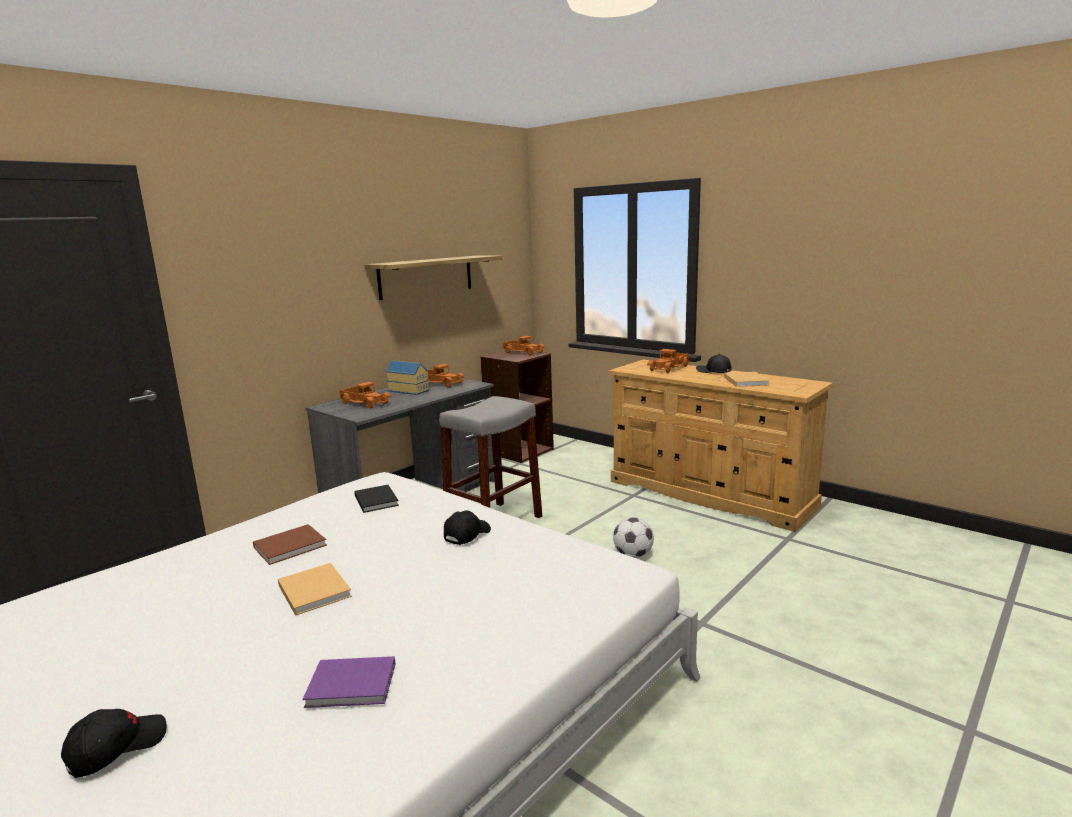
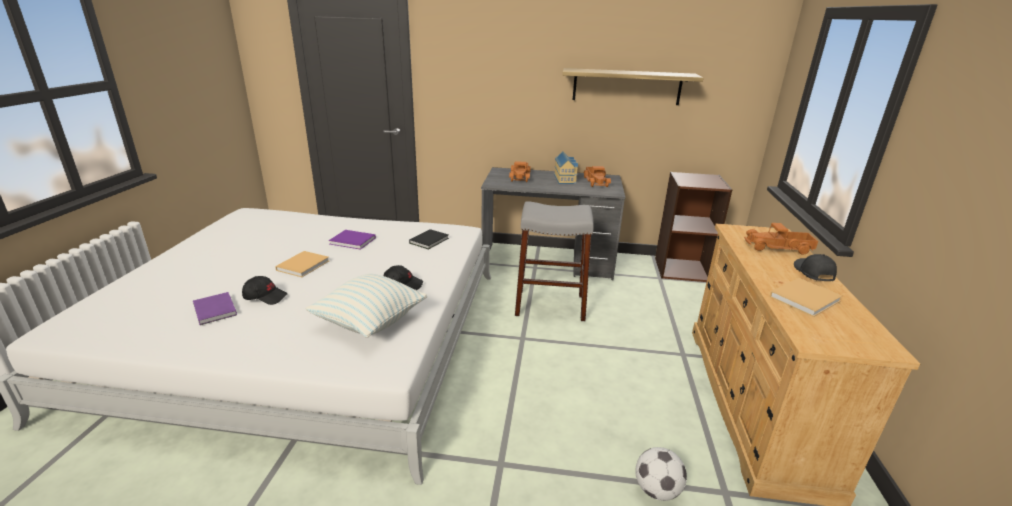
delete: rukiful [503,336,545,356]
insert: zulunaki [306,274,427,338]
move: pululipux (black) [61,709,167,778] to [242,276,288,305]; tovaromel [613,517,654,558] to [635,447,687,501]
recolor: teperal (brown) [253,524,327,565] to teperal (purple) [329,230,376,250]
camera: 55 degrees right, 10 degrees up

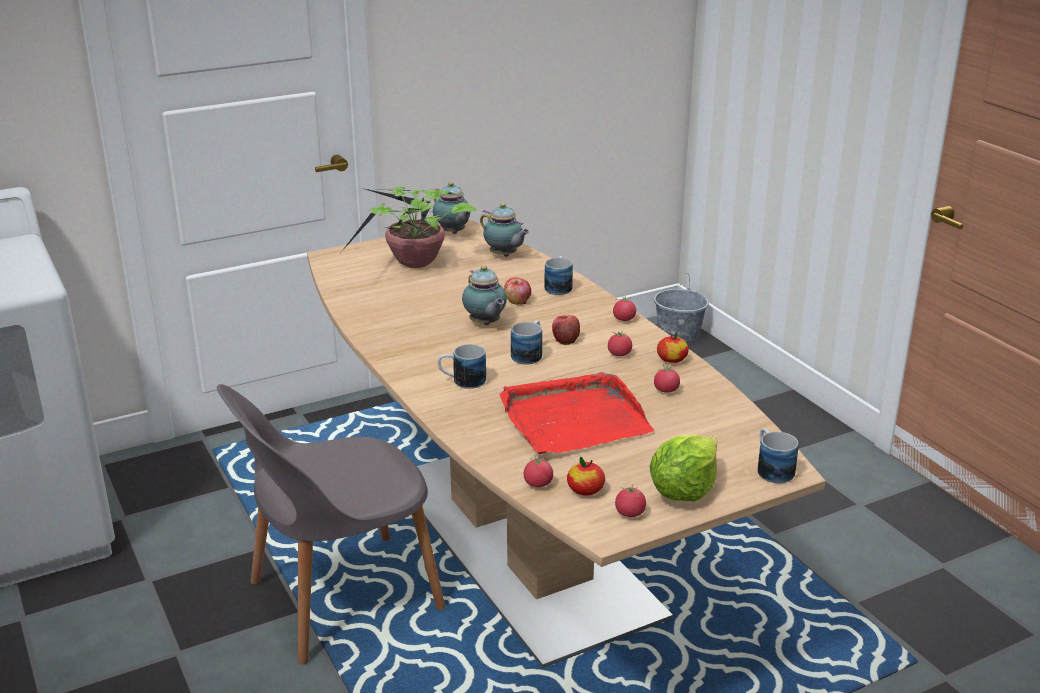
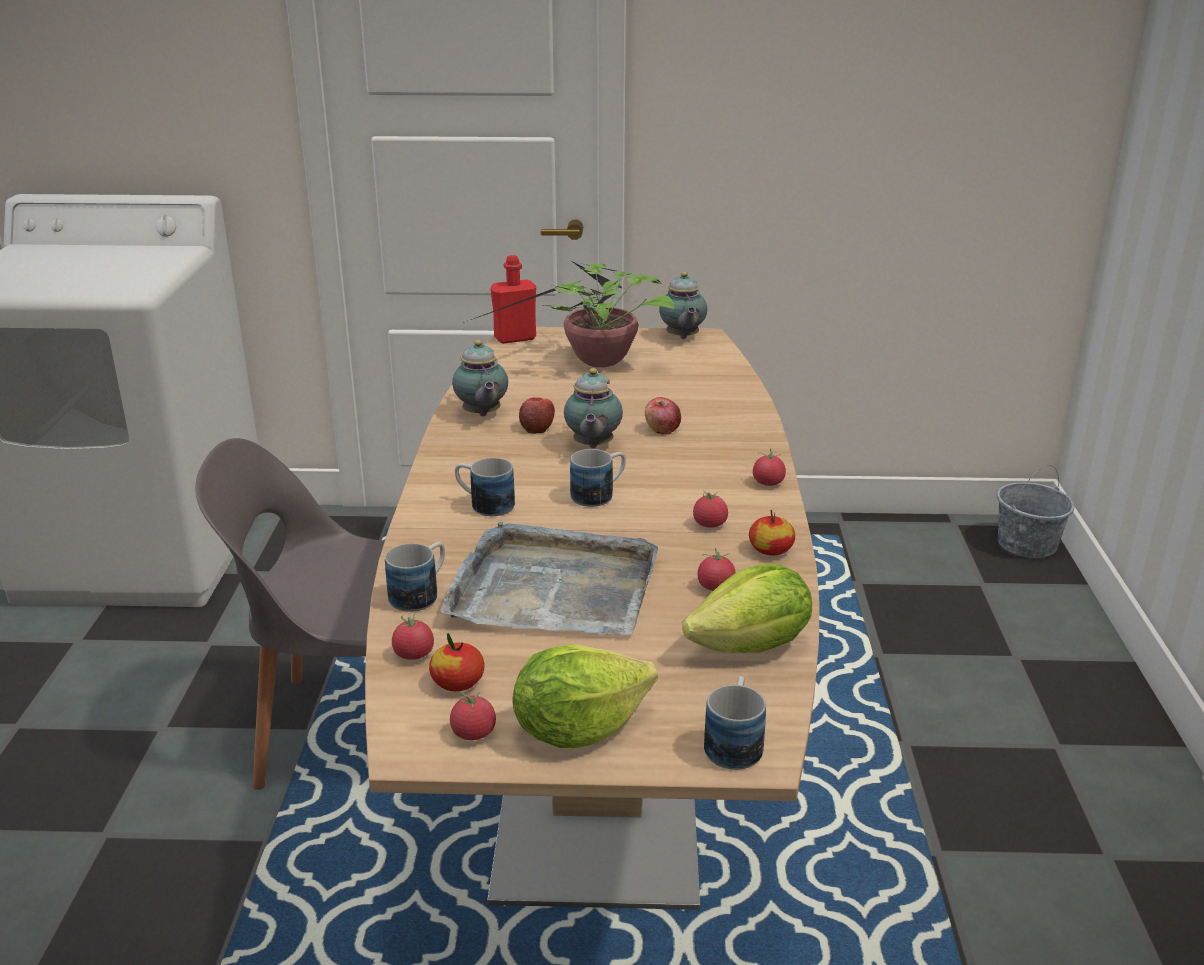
insert: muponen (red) [490,255,536,344]; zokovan [682,564,812,653]
move: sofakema [480,203,530,257] to [452,340,508,416]; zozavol [544,256,573,295] to [385,542,445,612]; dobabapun [552,315,580,345] to [519,397,555,434]
recolor: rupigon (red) [499,372,654,454] to rupigon (grey) [440,521,658,636]
camera: 30 degrees right, 0 degrees up

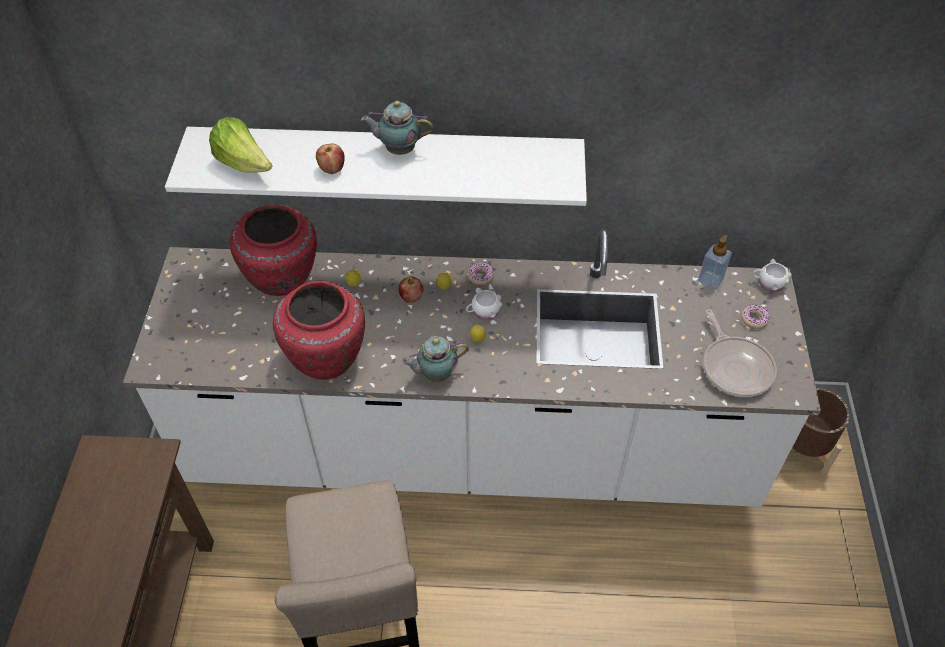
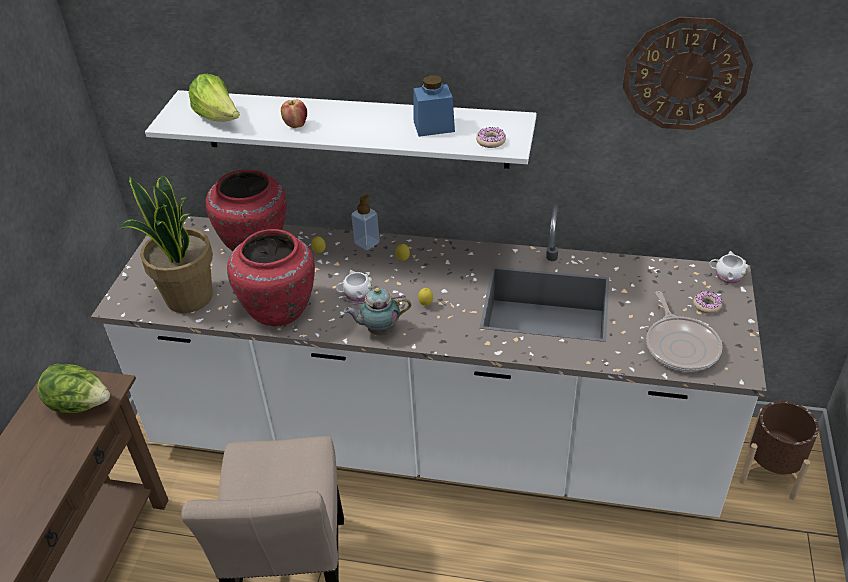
delete: sofakema [361,101,433,155]; dobabapun [398,276,424,303]
insert: zokovan [37,364,110,413]; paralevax [119,176,213,313]; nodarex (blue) [413,75,455,137]; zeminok [623,17,753,130]
move: zozavol (white) [466,288,503,320] to [336,270,373,301]; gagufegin [467,263,494,285] to [476,127,506,148]; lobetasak [698,235,732,290] to [351,194,380,250]
camera: 10 degrees right, 10 degrees down

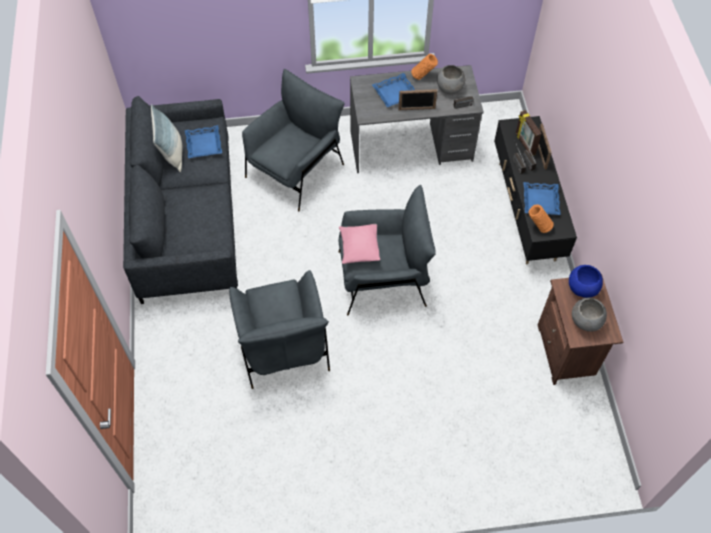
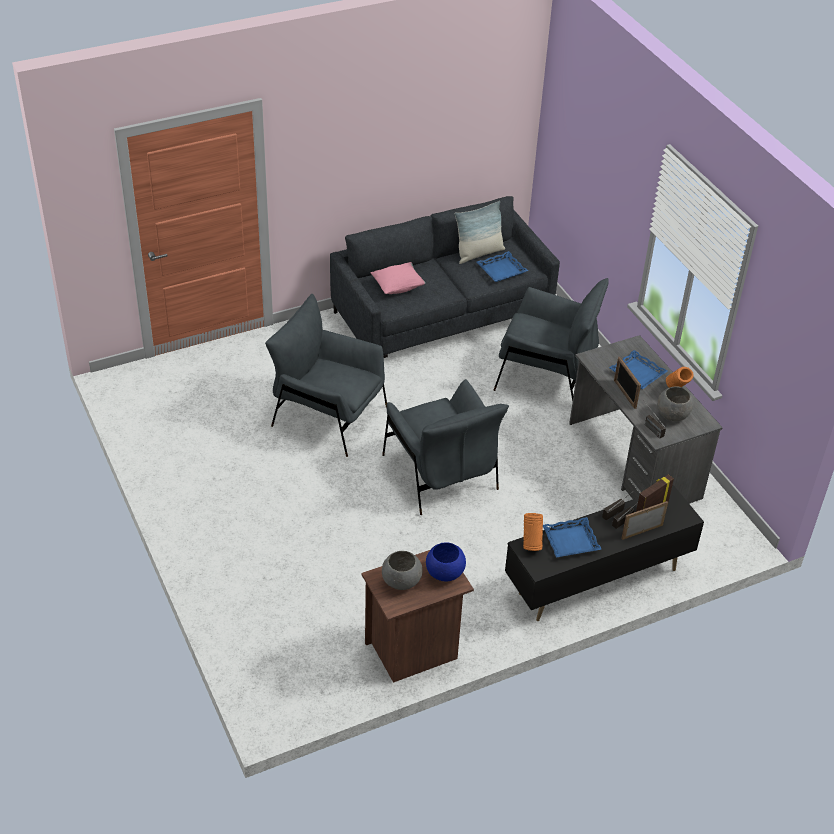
move: zulunaki (pink) [339,223,380,264] to [371,262,426,294]
rotate: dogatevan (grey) [229,270,330,389] = [265,294,387,457] 60 degrees clockwise
camera: 70 degrees right, 15 degrees down

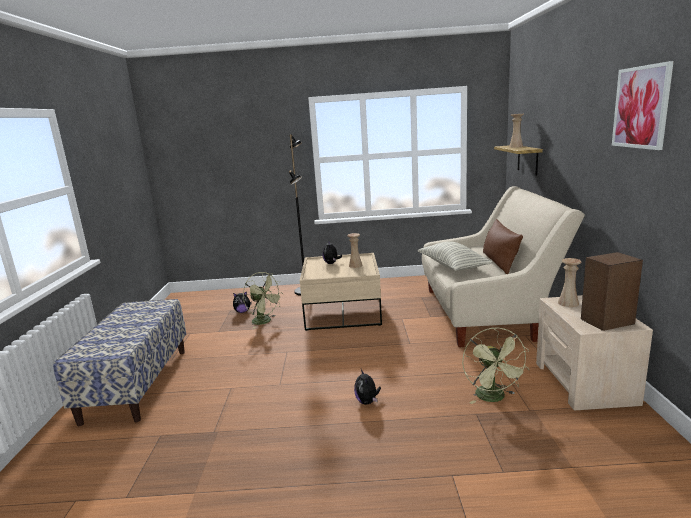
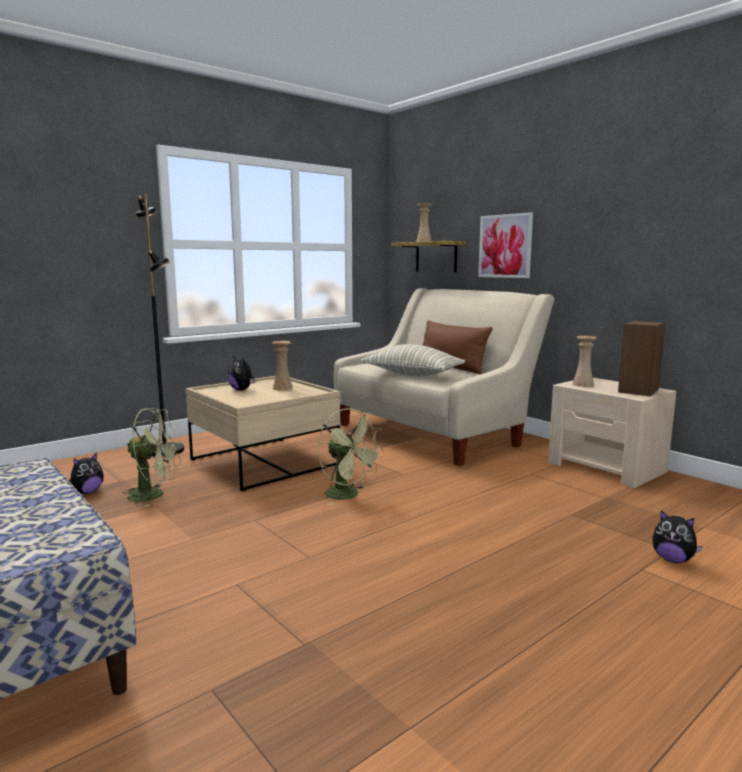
move: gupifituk [354,369,381,404] to [653,510,703,563]; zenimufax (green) [462,327,529,404] to [318,408,384,505]; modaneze [612,61,674,150] to [478,212,533,278]
camera: 40 degrees left, 5 degrees down

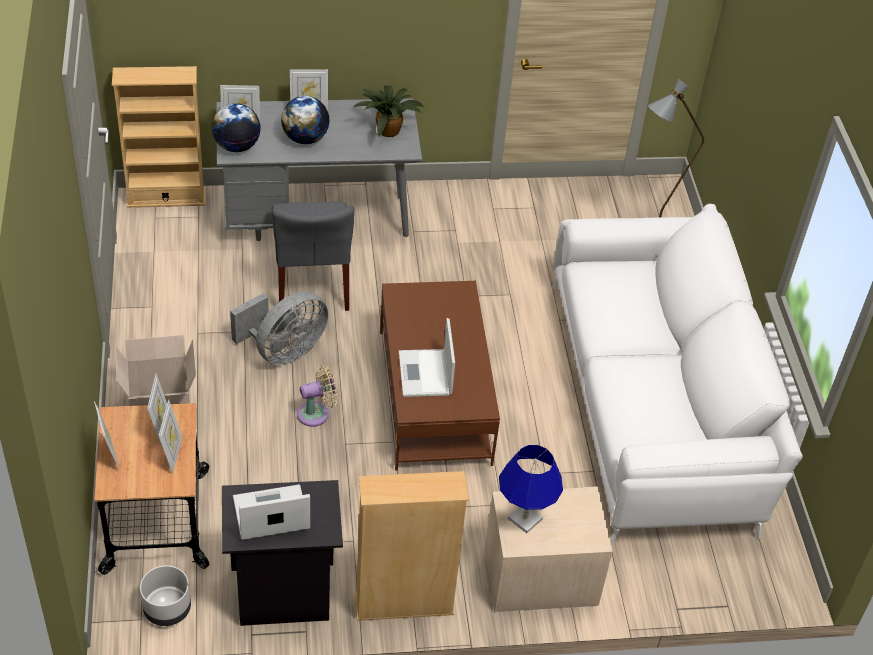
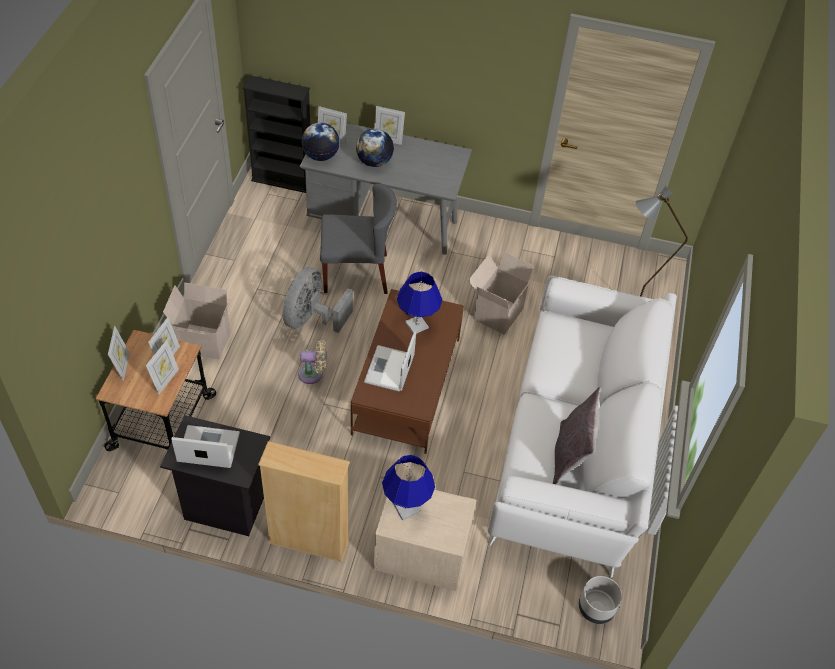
delete: paralevax [353,84,424,137]
insert: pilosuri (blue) [397,272,442,334]; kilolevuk [468,251,536,335]; zulunaki (grey) [553,387,601,484]
move: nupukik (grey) [140,565,191,626] to [579,576,622,624]
recolor: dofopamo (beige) [112,66,205,208] to dofopamo (black) [242,75,310,193]
rotate: zenimufax (grey) [230,291,328,365] = [283,267,353,333] 135 degrees clockwise; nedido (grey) [272,201,354,311] = [320,183,397,294] 105 degrees counterclockwise
camera: 20 degrees right, 5 degrees up

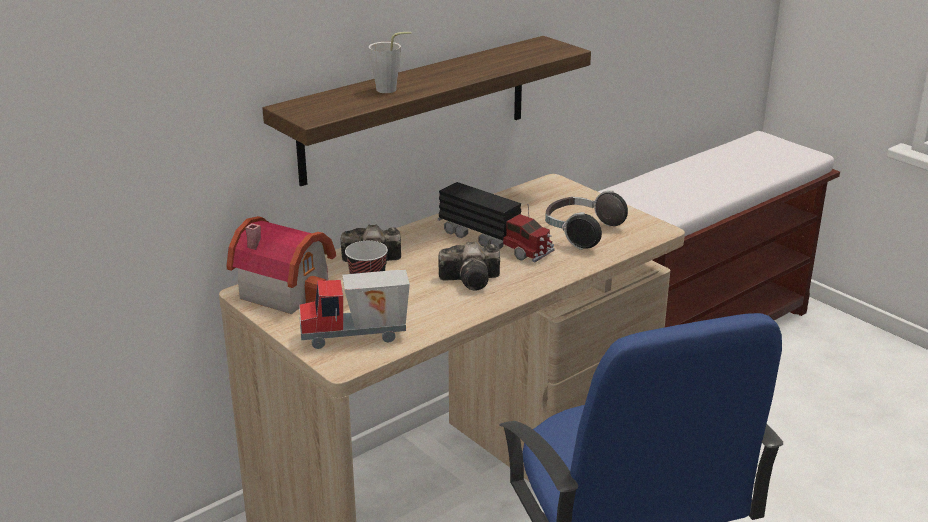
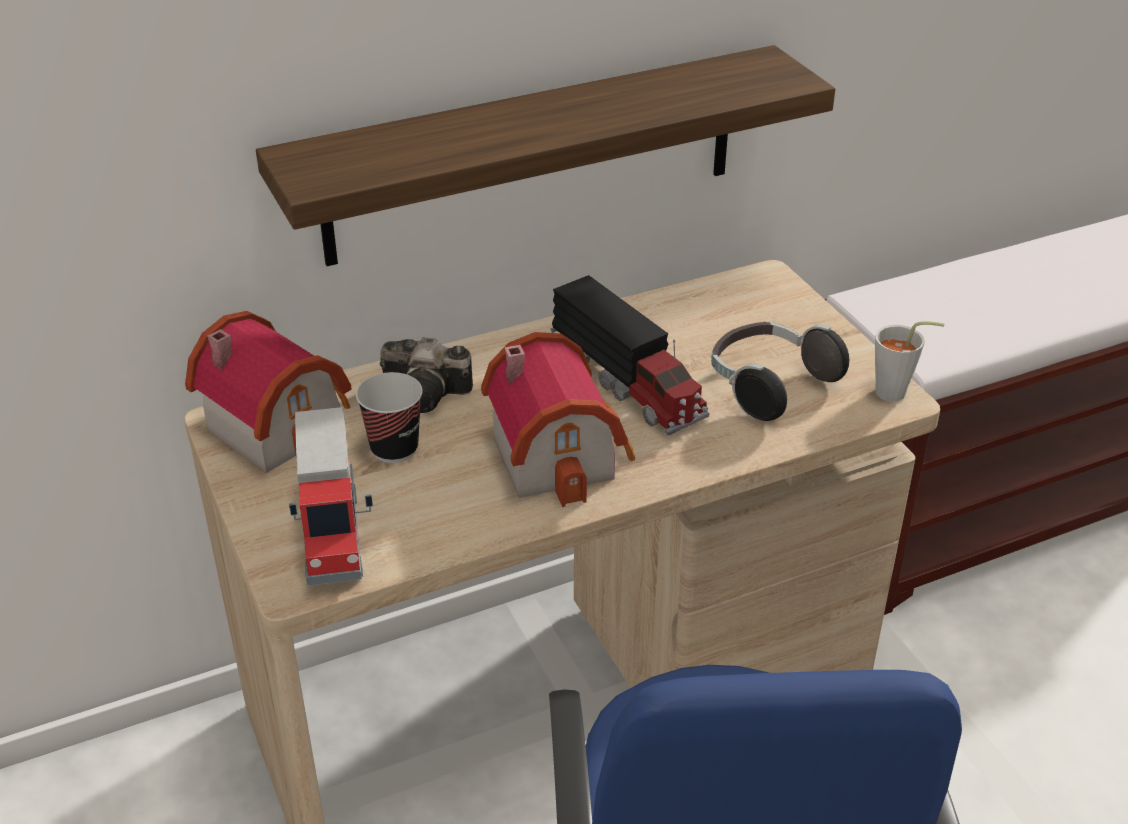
move: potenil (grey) [369,32,412,93] to [875,321,945,402]
replace: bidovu [438,242,500,291] to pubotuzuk [481,332,635,507]
rotate: rukiful [299,269,410,349] = [289,407,373,586] 105 degrees counterclockwise
camera: 15 degrees right, 10 degrees up

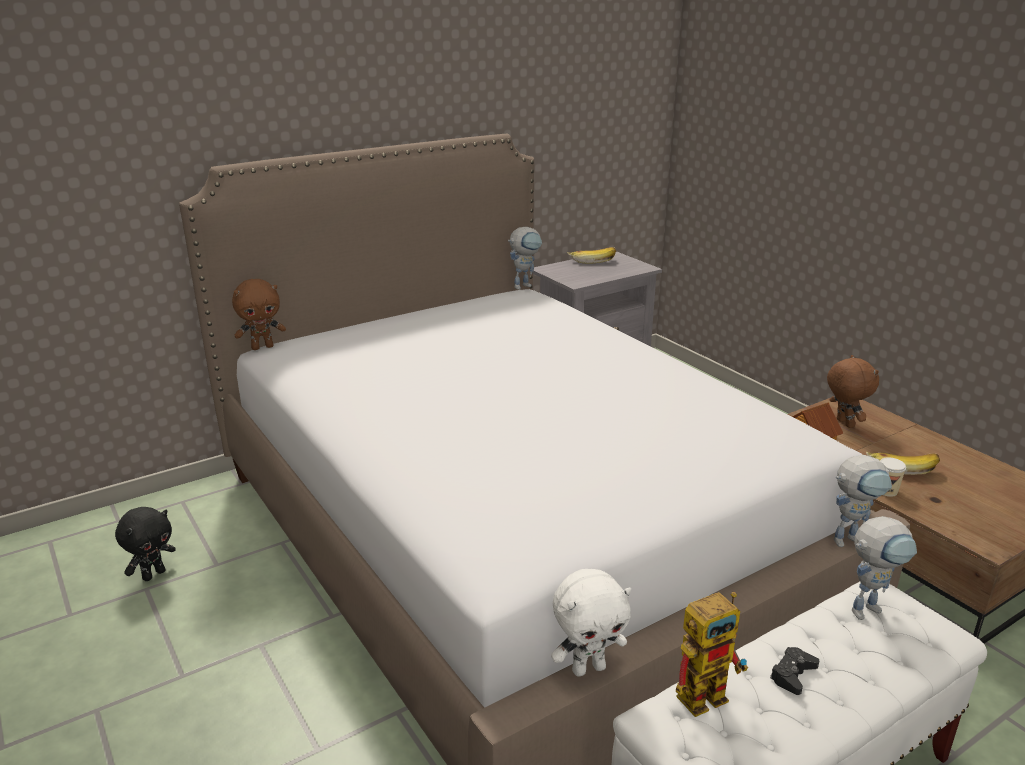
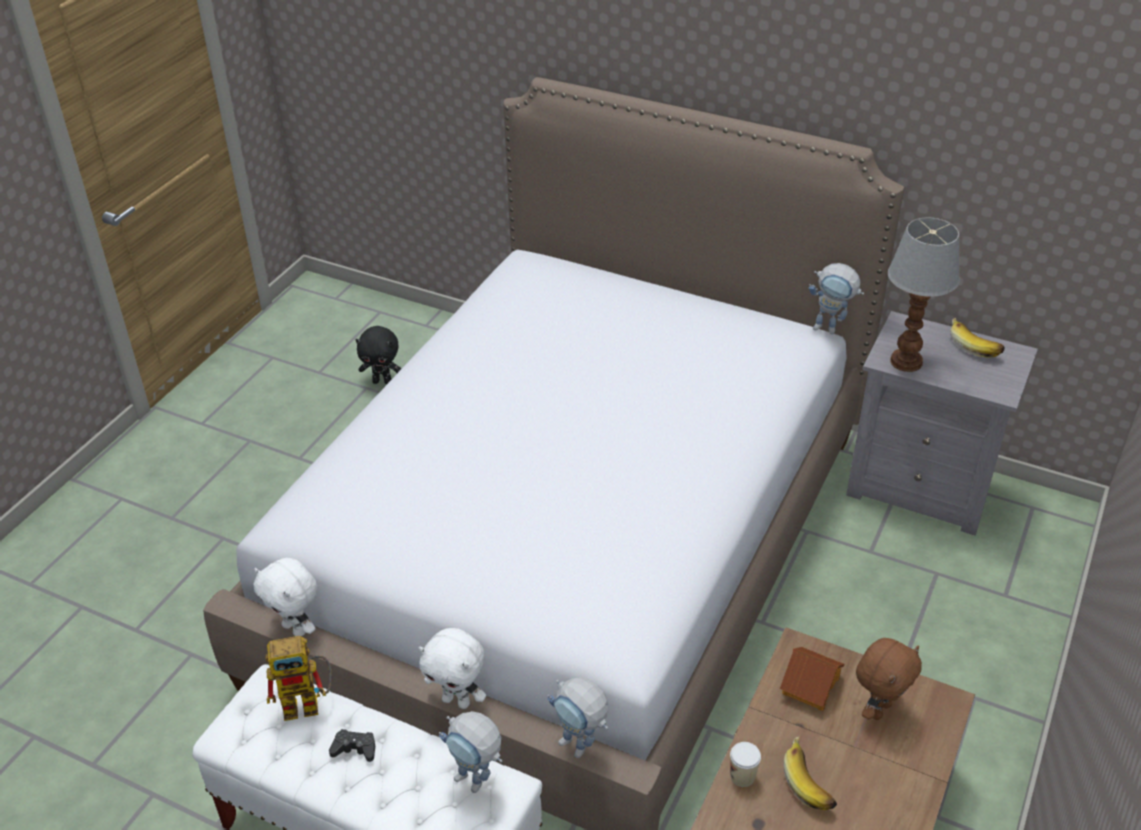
delete: gupifituk (brown) [232,279,286,350]
insert: gupifituk (white) [419,628,486,709]; pilosuri [888,218,960,372]
rotate: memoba [676,592,748,717] = [265,636,331,721] 45 degrees counterclockwise
camera: 60 degrees right, 15 degrees up

